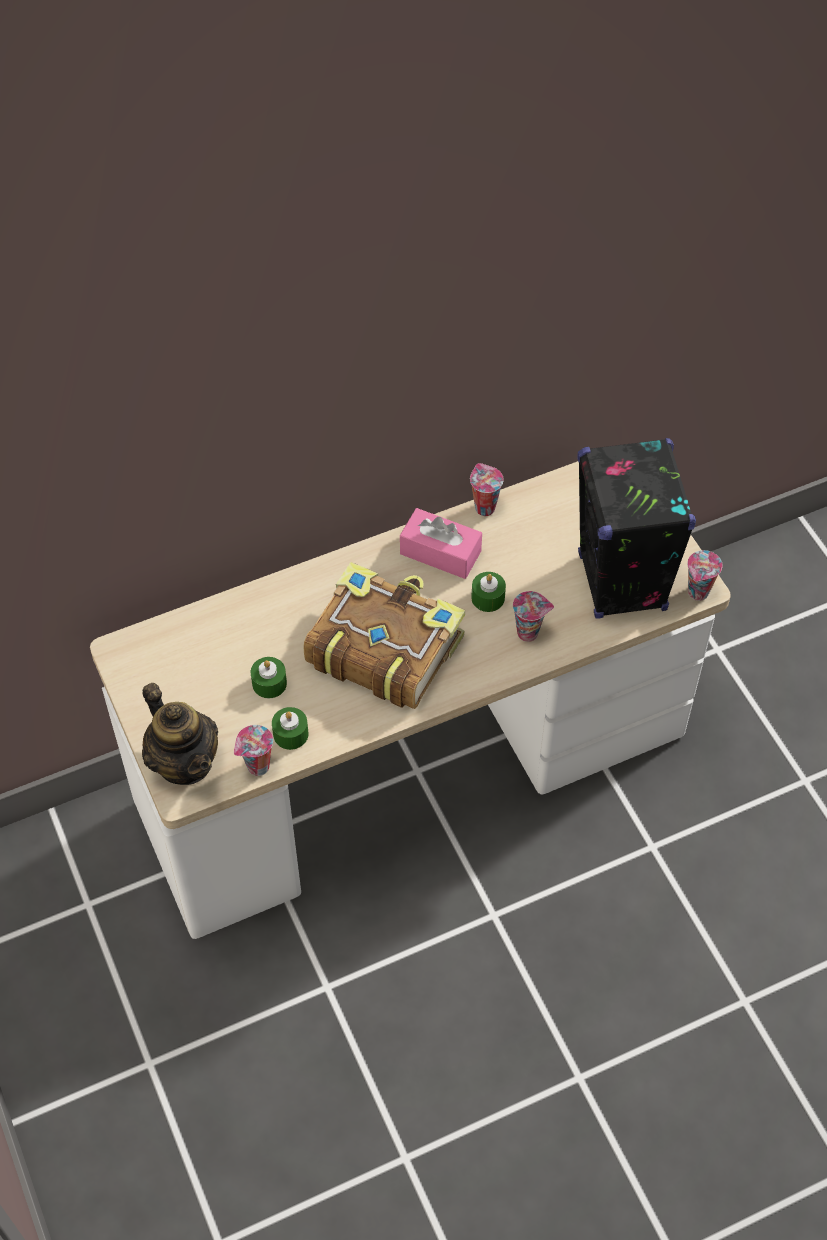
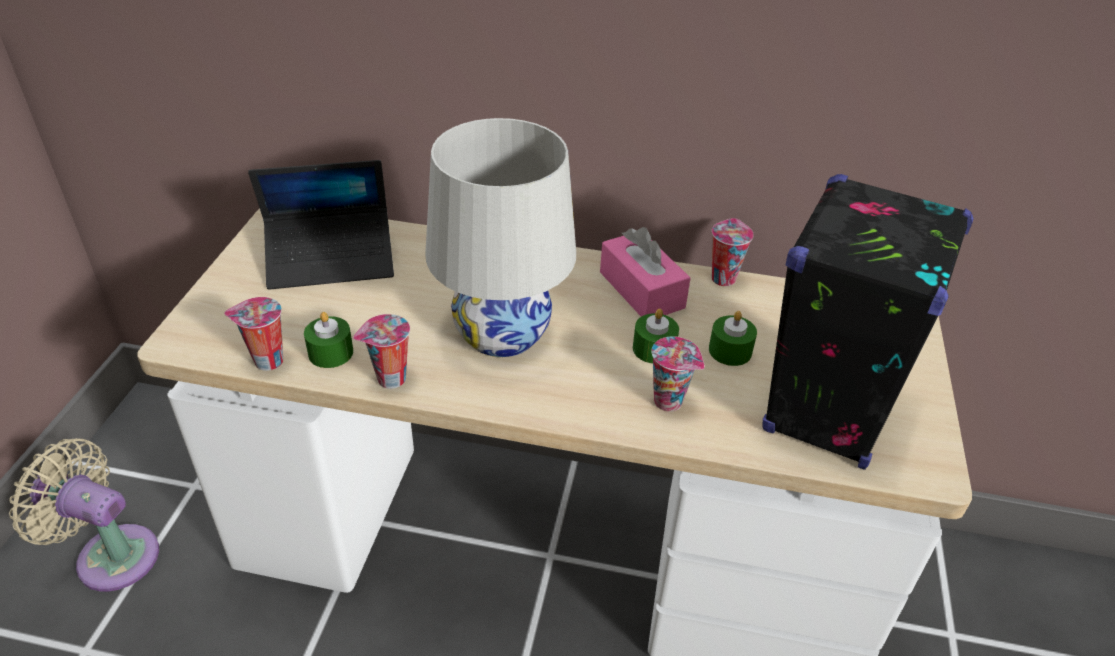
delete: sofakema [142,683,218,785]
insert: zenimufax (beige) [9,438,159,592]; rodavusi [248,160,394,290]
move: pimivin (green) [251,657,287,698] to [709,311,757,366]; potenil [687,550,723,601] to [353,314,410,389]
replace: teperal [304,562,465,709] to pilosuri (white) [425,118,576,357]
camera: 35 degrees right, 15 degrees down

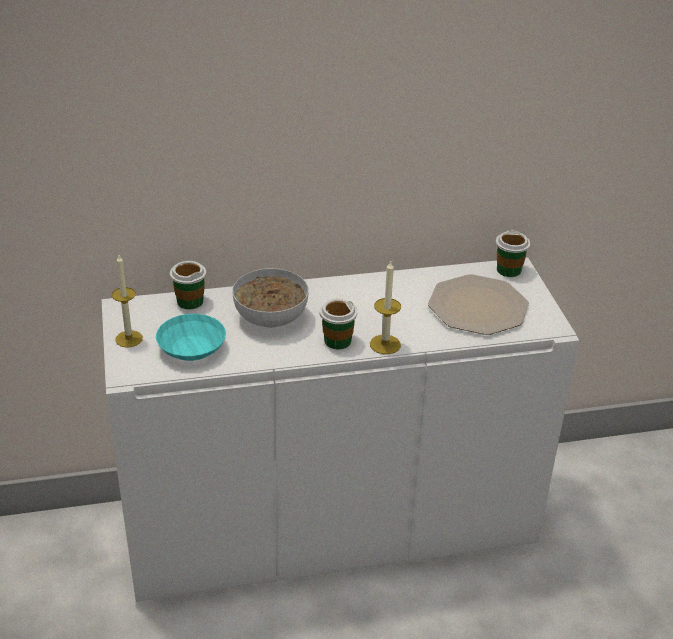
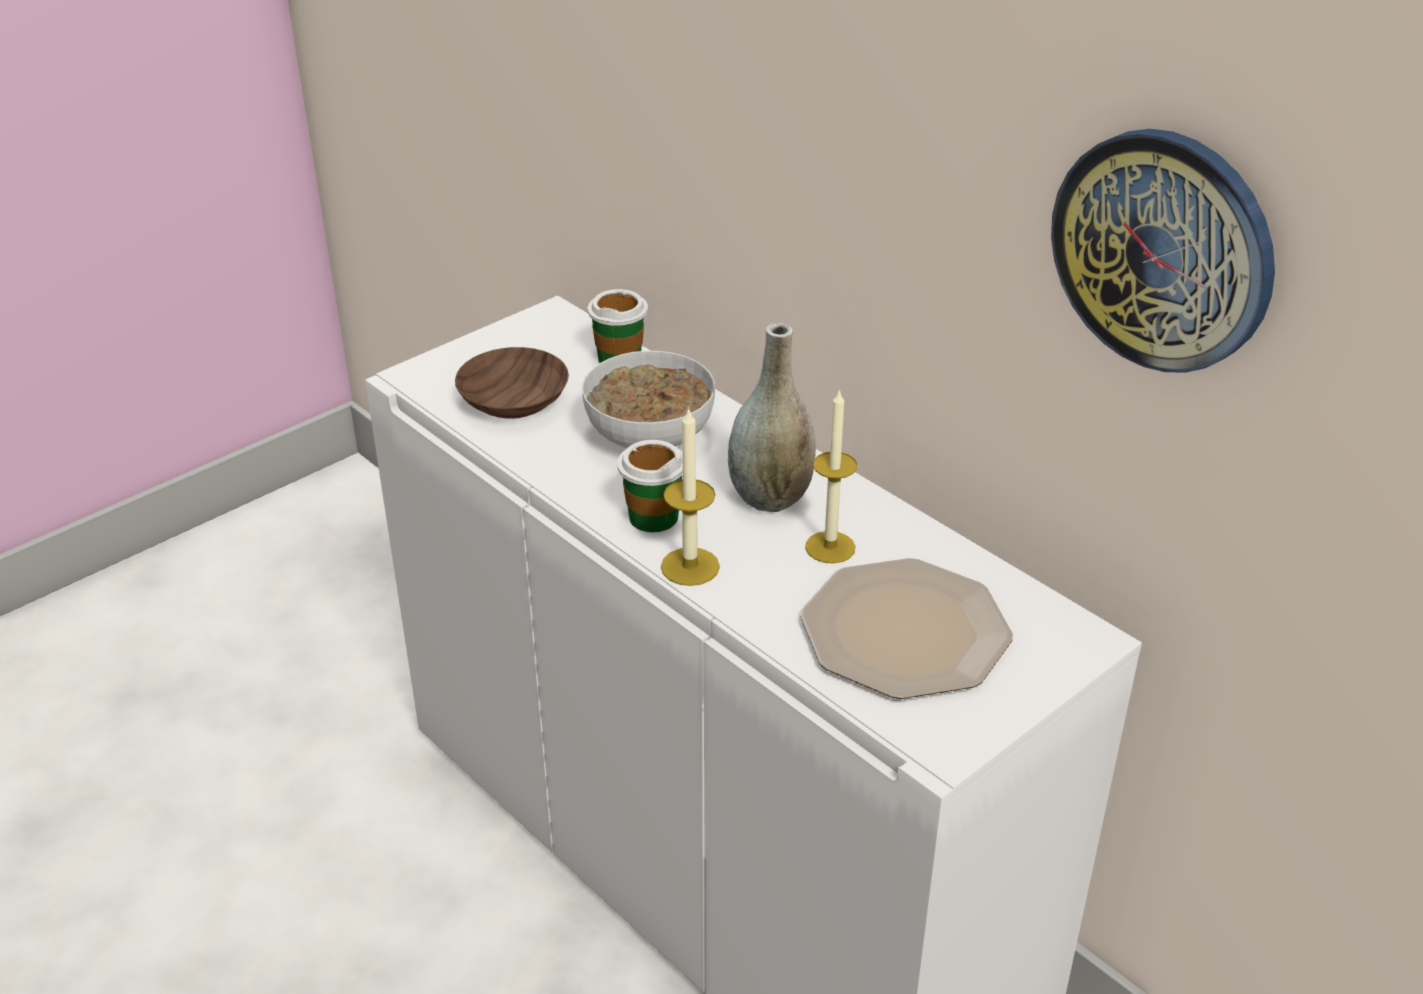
delete: potenil [496,229,531,277]
insert: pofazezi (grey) [728,323,816,512]; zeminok [1051,129,1275,373]
move: pimivin [112,255,143,348] to [805,389,857,563]
recolor: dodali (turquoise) [156,314,226,361] to dodali (brown) [455,347,569,419]
camera: 60 degrees right, 0 degrees up

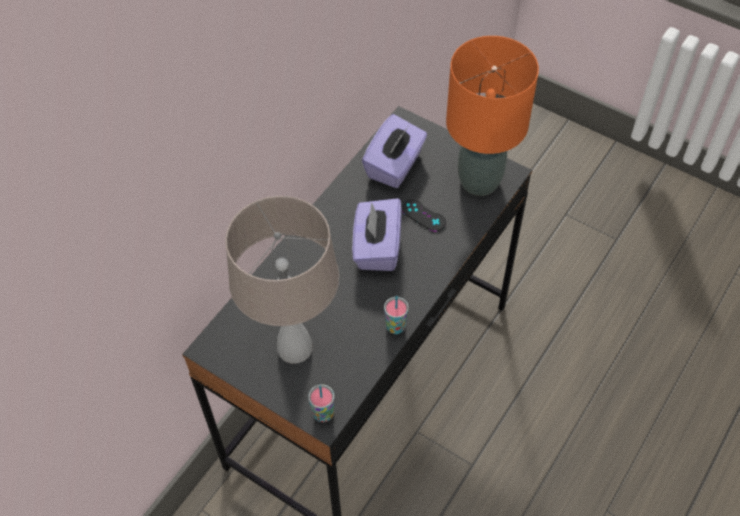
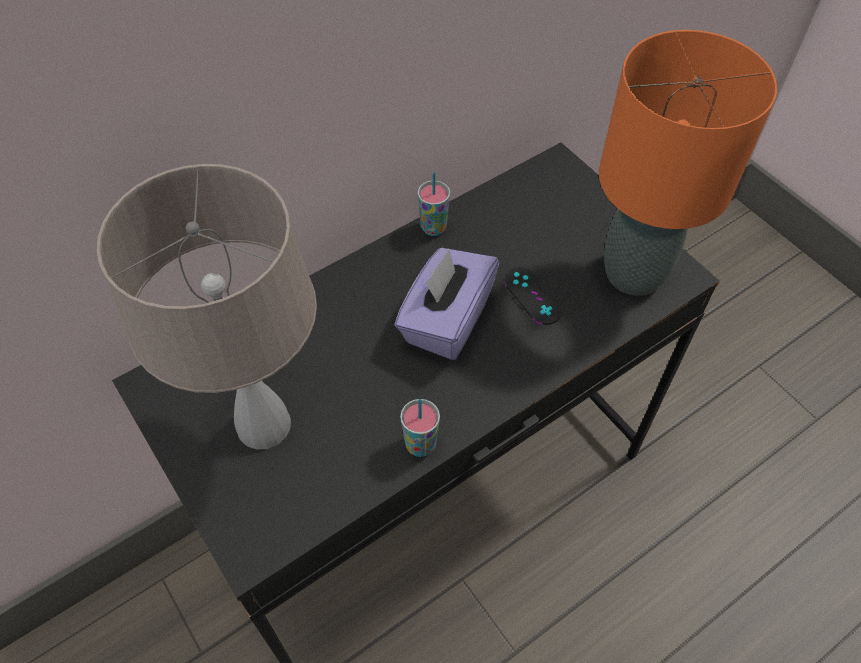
delete: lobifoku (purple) [362,114,427,188]
move: potenil [308,385,334,422] to [417,172,450,236]
camera: 20 degrees right, 0 degrees up

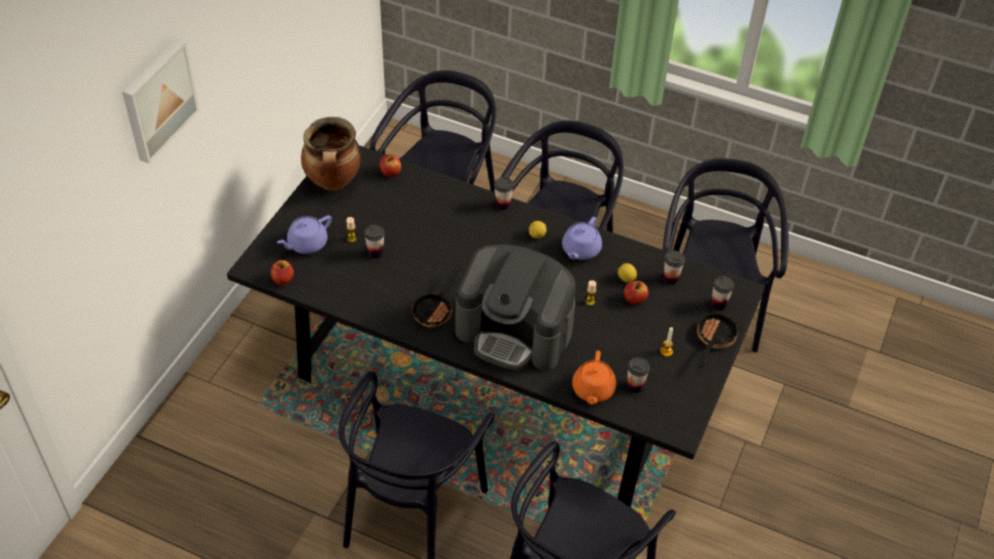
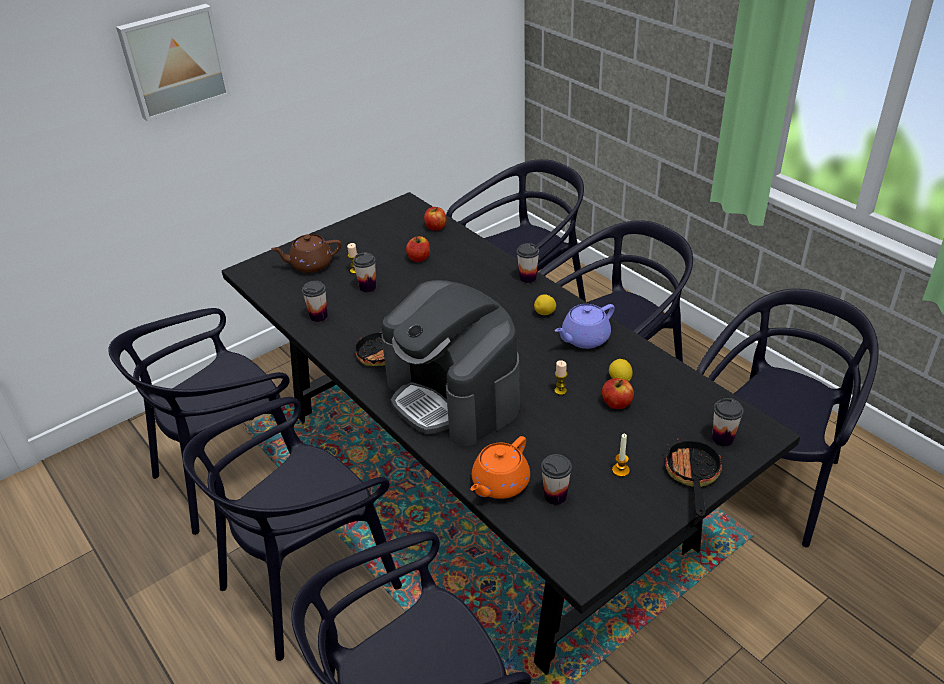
delete: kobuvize [301,117,362,191]
insert: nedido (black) [108,308,291,535]
move: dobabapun [271,260,294,285] to [406,236,430,262]; potenil [663,250,685,285] to [302,281,328,322]
recolor: sofakema (purple) [277,215,332,254] to sofakema (brown) [271,234,341,273]
rotate: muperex [697,311,739,367] = [665,432,722,517] 45 degrees counterclockwise
camera: 30 degrees right, 10 degrees down

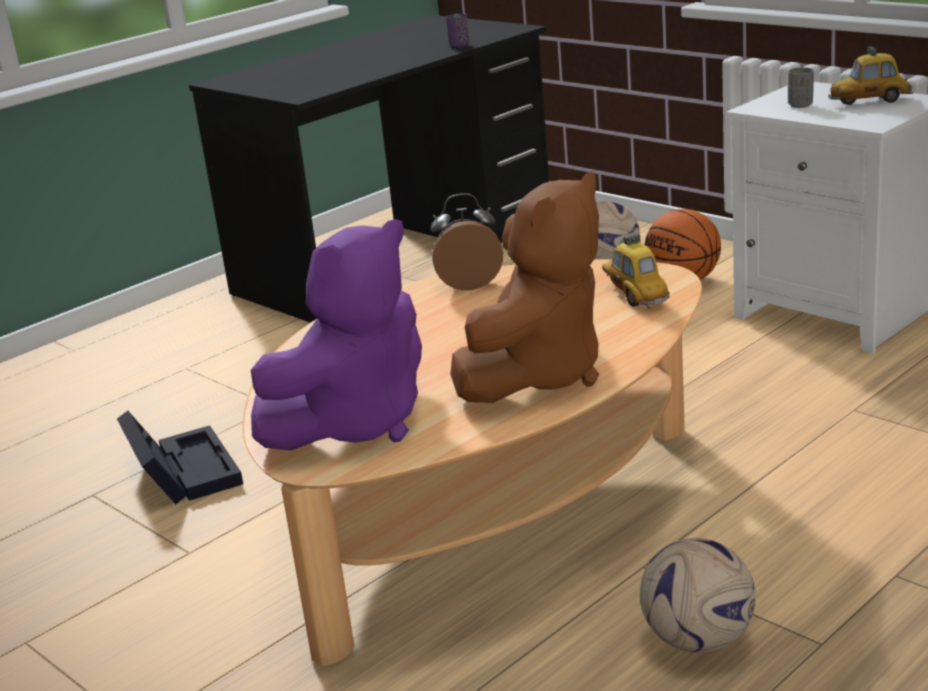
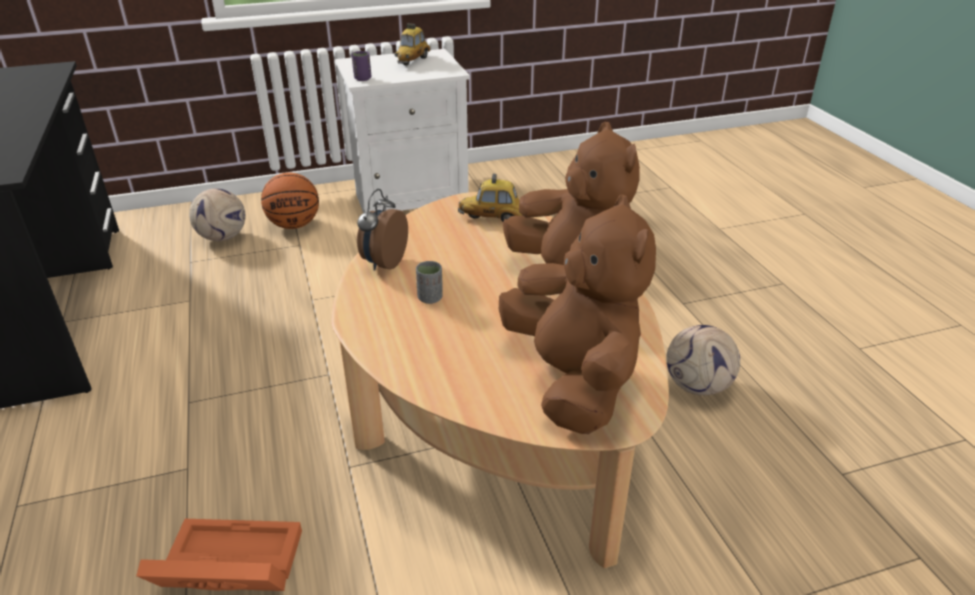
move: potenil (purple) [446,13,469,47] to [352,51,371,81]; potenil (grey) [788,67,814,108] to [416,261,443,304]
recolor: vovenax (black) [117,411,243,504] to vovenax (orange) [136,519,302,591]; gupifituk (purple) [251,219,422,451] to gupifituk (brown) [499,194,656,434]
camera: 65 degrees left, 10 degrees up

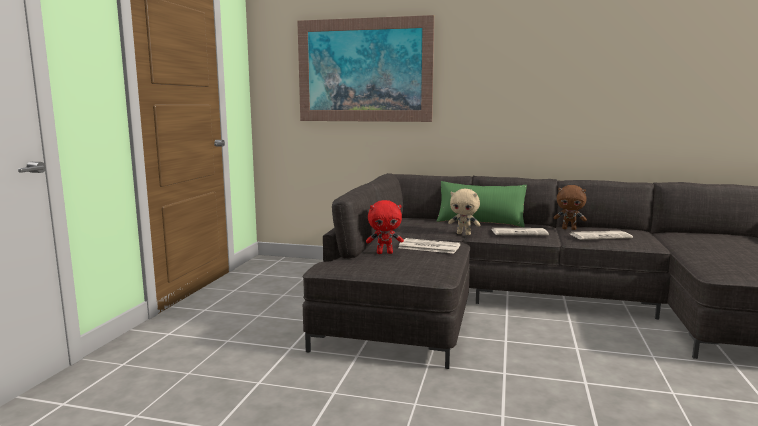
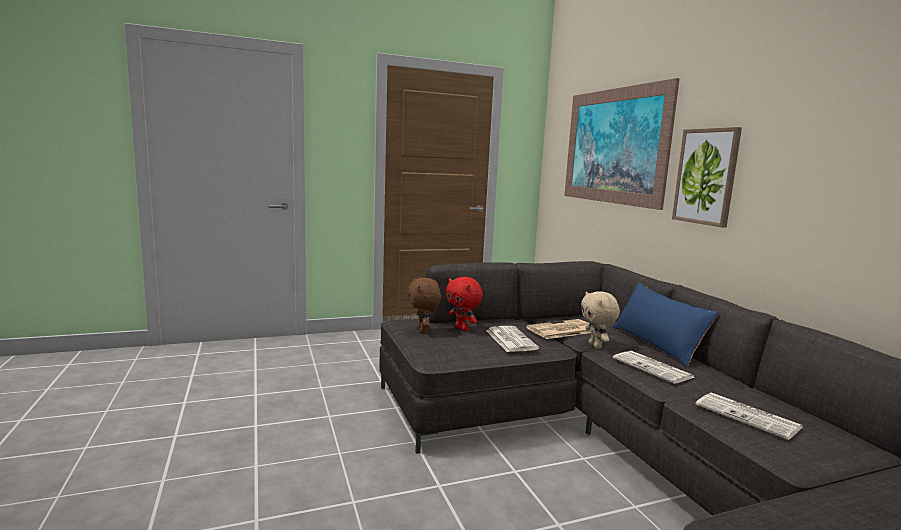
insert: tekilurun [526,319,591,339]; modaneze [672,127,742,227]
move: gupifituk (brown) [554,185,587,230] to [407,278,441,334]
recolor: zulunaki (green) [437,181,527,228] to zulunaki (blue) [613,283,719,367]
camera: 55 degrees right, 0 degrees up

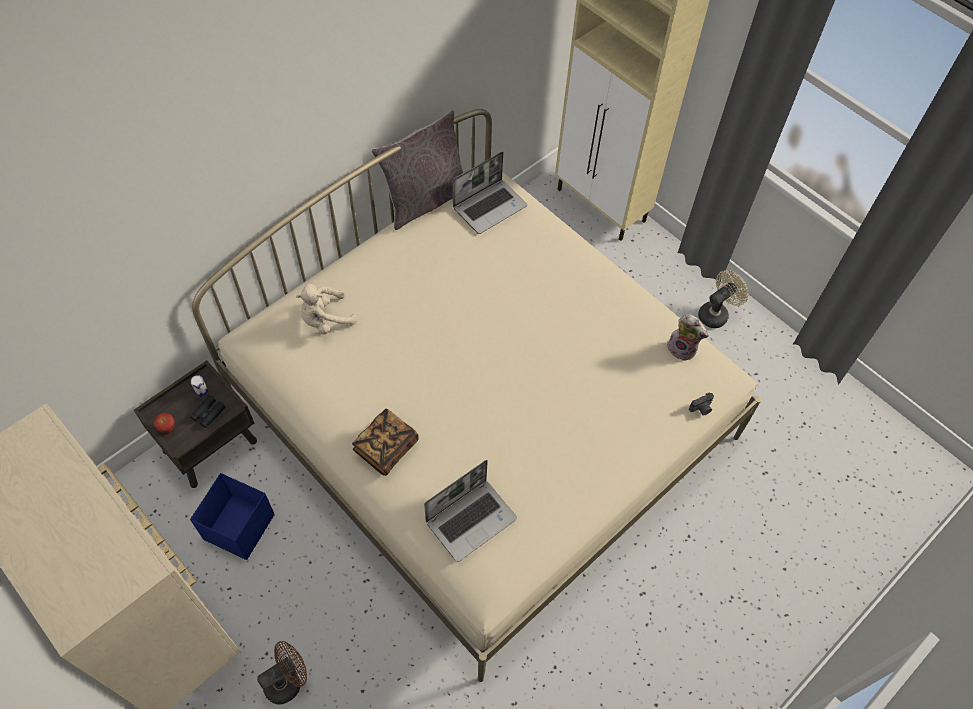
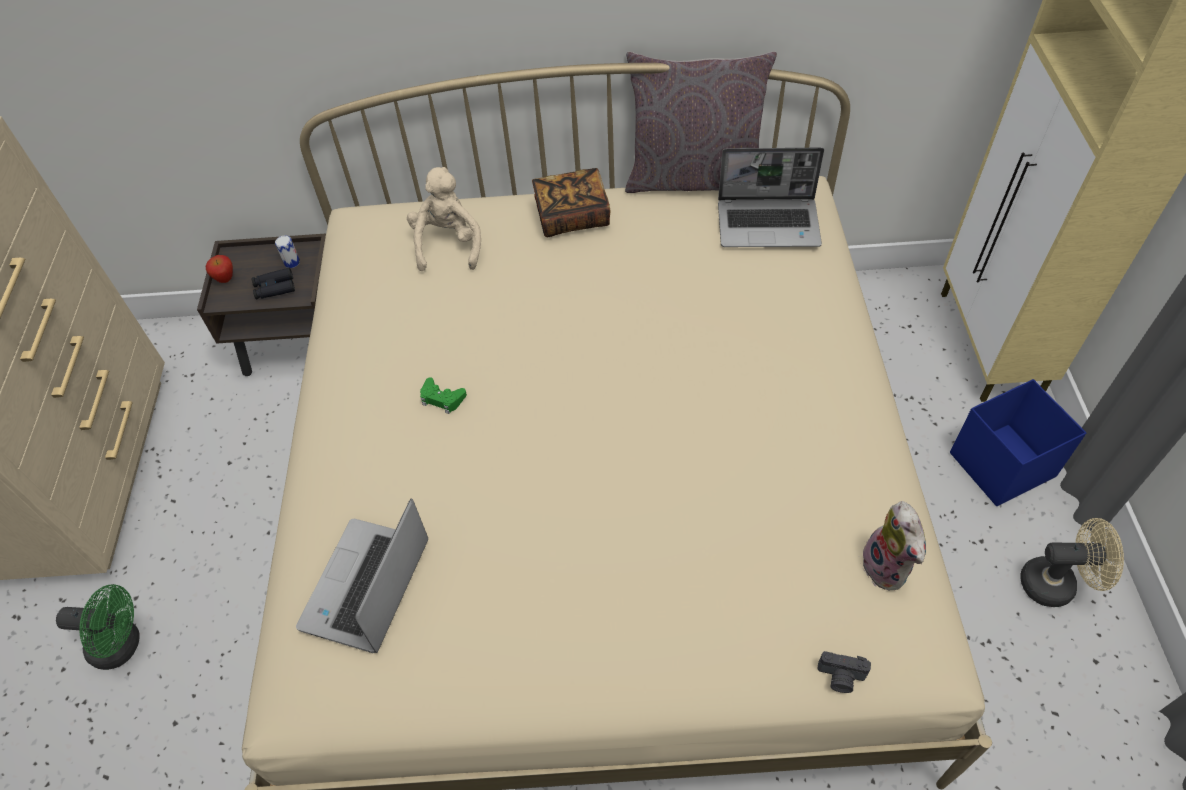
insert: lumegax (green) [420,377,467,414]
move: vovenax (blue) [190,473,275,560] to [950,379,1086,506]; teperal [352,409,419,476] to [532,168,610,237]
recolor: zenimufax (brown) [257,641,307,705] to zenimufax (green) [56,584,140,670]
rotate: gupifituk (beige) [296,284,357,335] = [407,167,481,271] 75 degrees clockwise; rodavusi [424,460,517,562] = [296,499,428,653] 105 degrees clockwise
camera: 45 degrees right, 5 degrees down

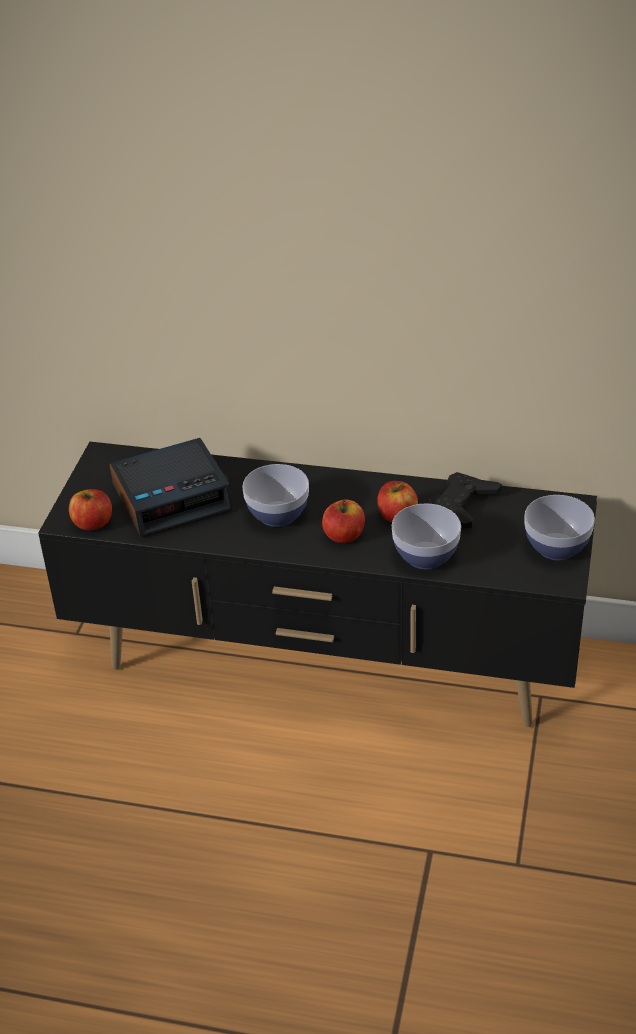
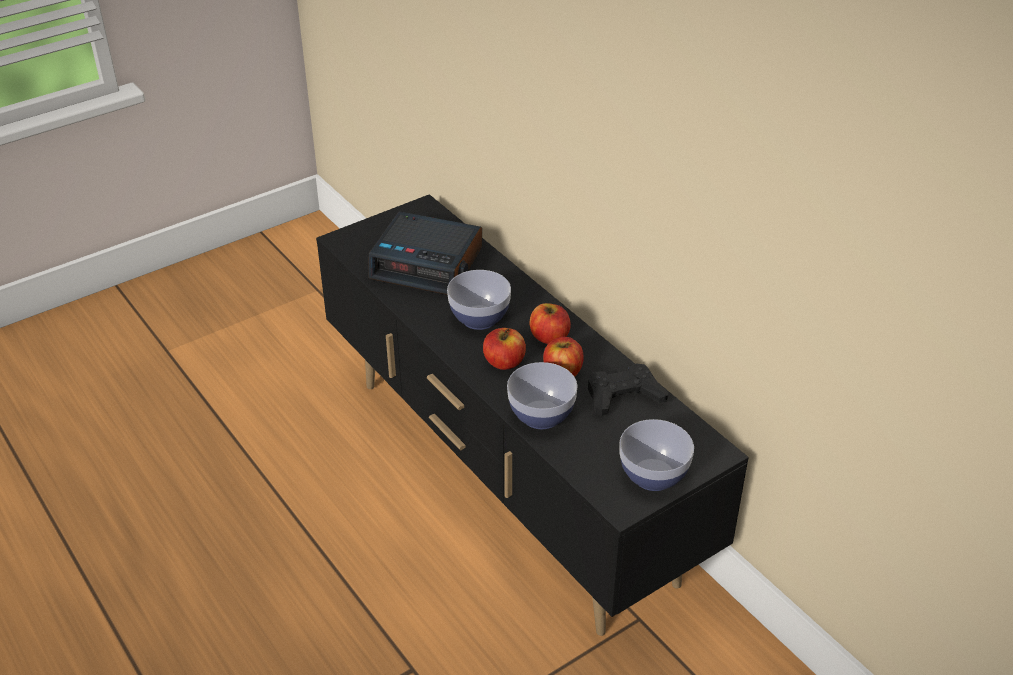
move: dobabapun [69,489,112,530] to [530,303,571,344]
camera: 40 degrees right, 0 degrees up

